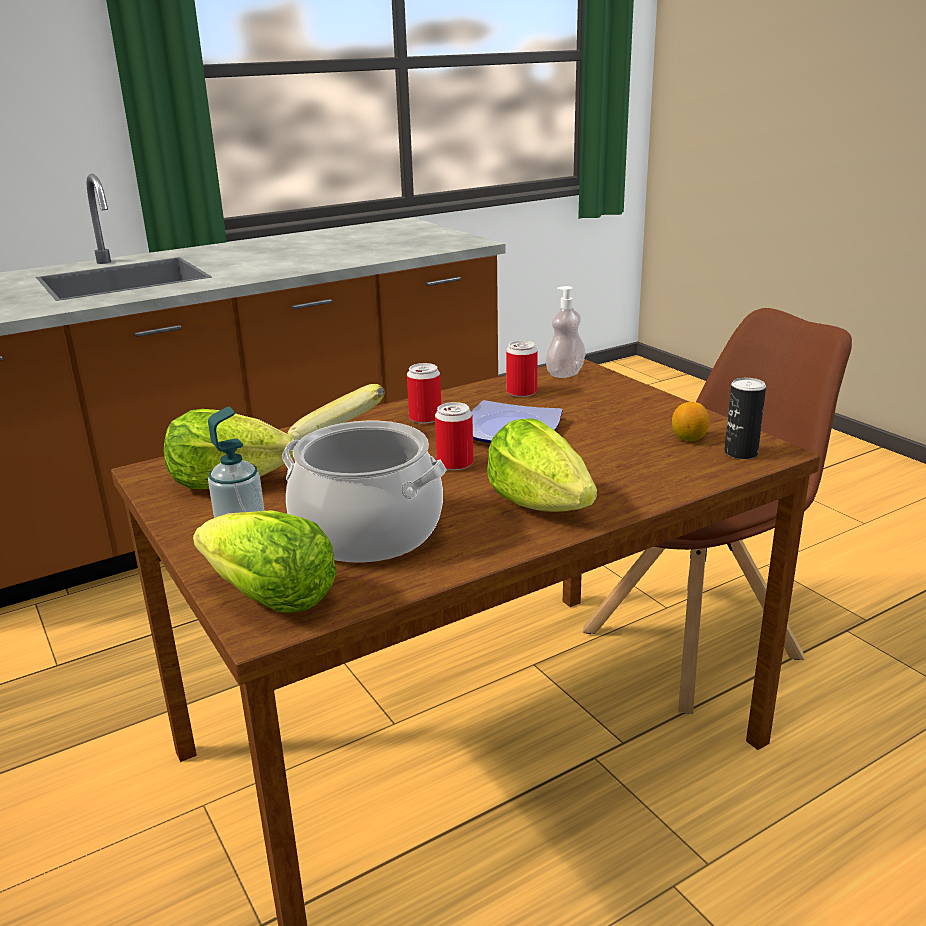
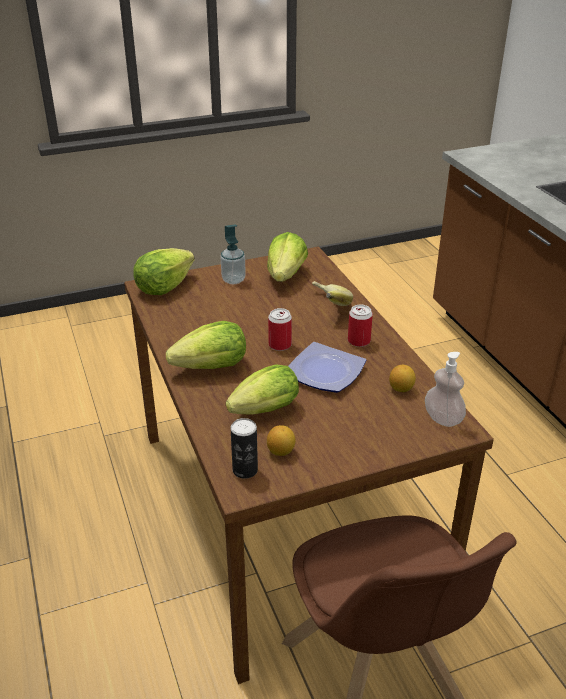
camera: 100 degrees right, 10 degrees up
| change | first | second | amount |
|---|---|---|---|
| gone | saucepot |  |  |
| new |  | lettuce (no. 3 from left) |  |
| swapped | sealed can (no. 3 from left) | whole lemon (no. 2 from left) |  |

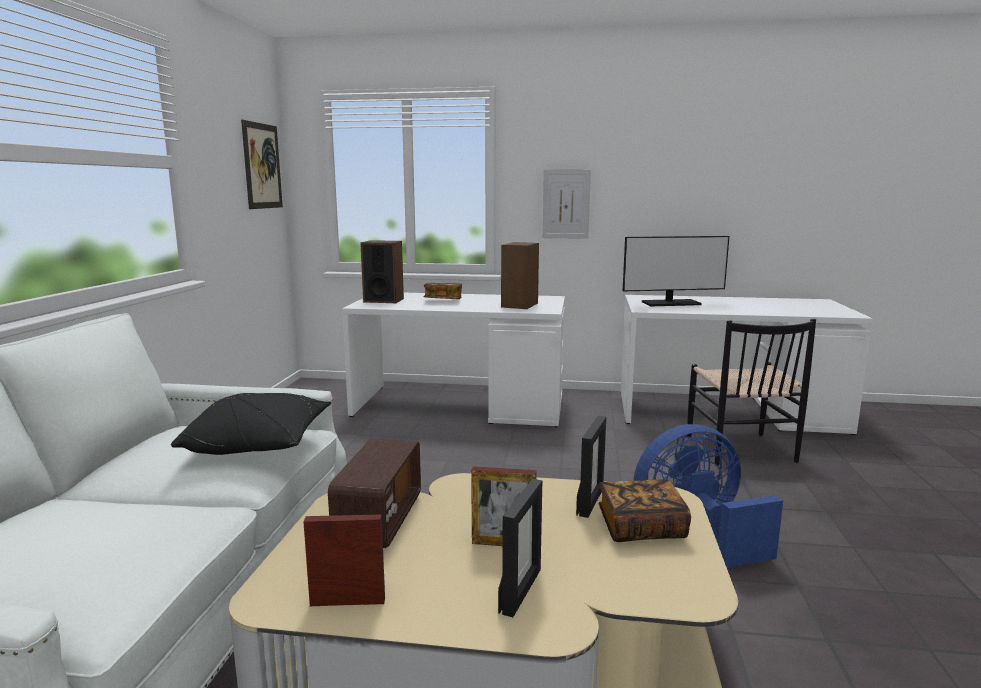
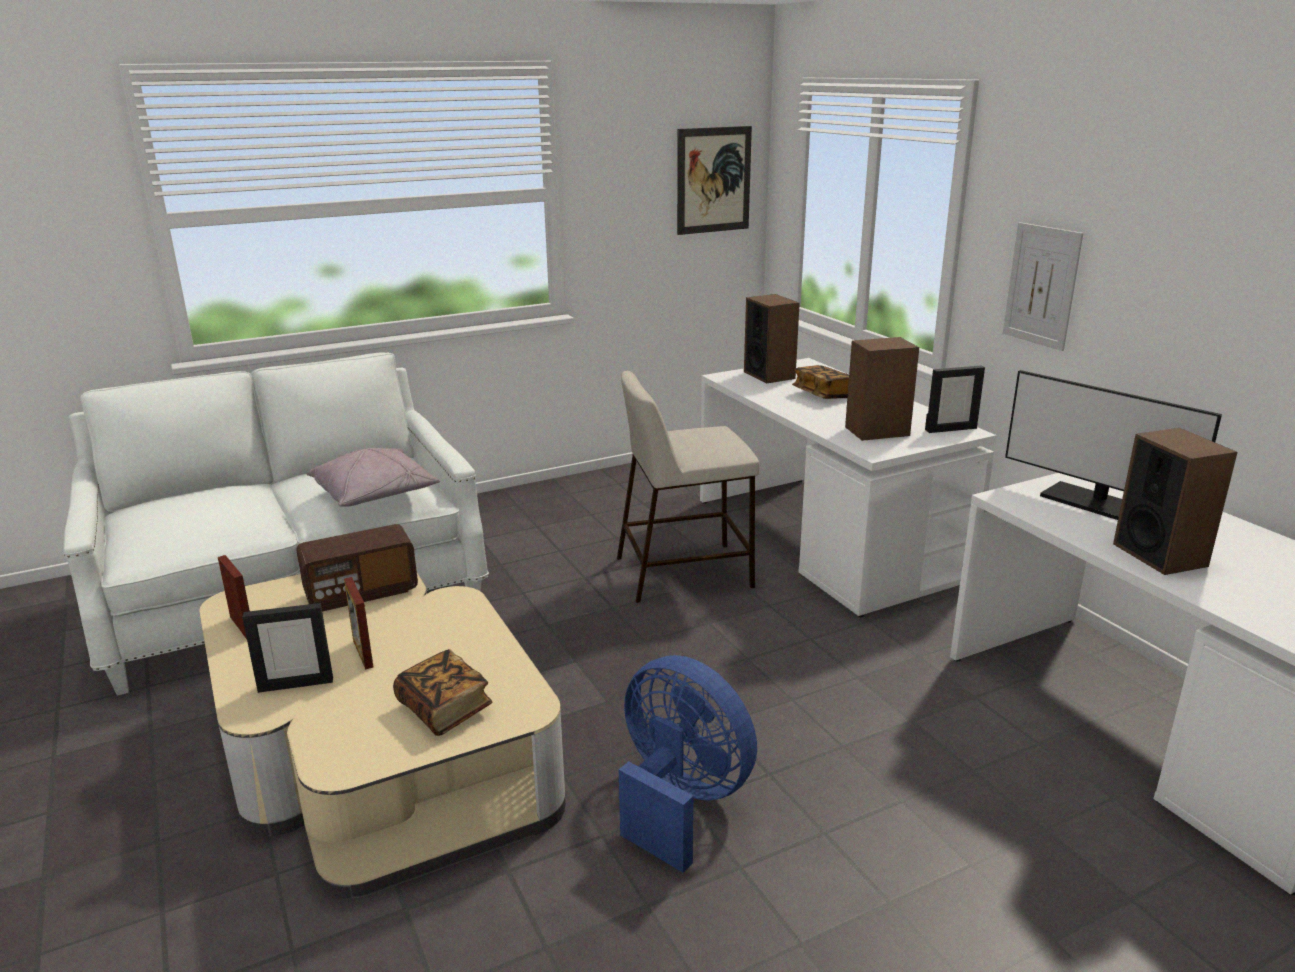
camera: 55 degrees right, 10 degrees up
| change | first | second | amount |
|---|---|---|---|
| gone | blackish upright chair |  |  |
| new |  | beige stool |  |
| new |  | speaker (no. 3 from left) |  |
| shifted | picture frame (no. 4 from left) |  |  |
| repainted | blackish cushion | purple cushion |  |

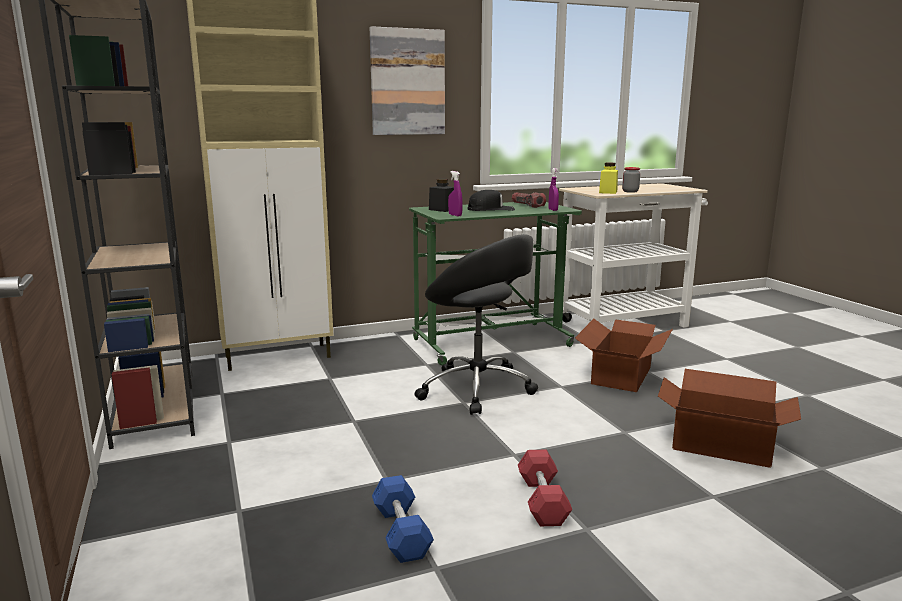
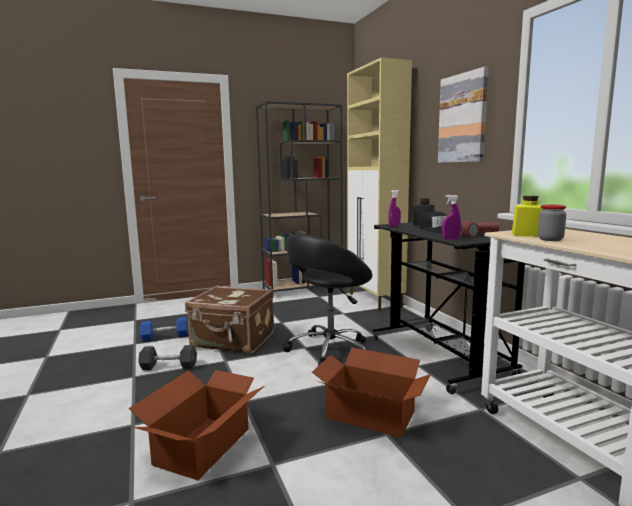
camera: 90 degrees right, 5 degrees down
| change | first | second | amount |
|---|---|---|---|
| new |  | brownish suitcase |  |
| repainted | green-coloured desk | blackish desk |  |
| repainted | reddish dumbbell | grey dumbbell |  |

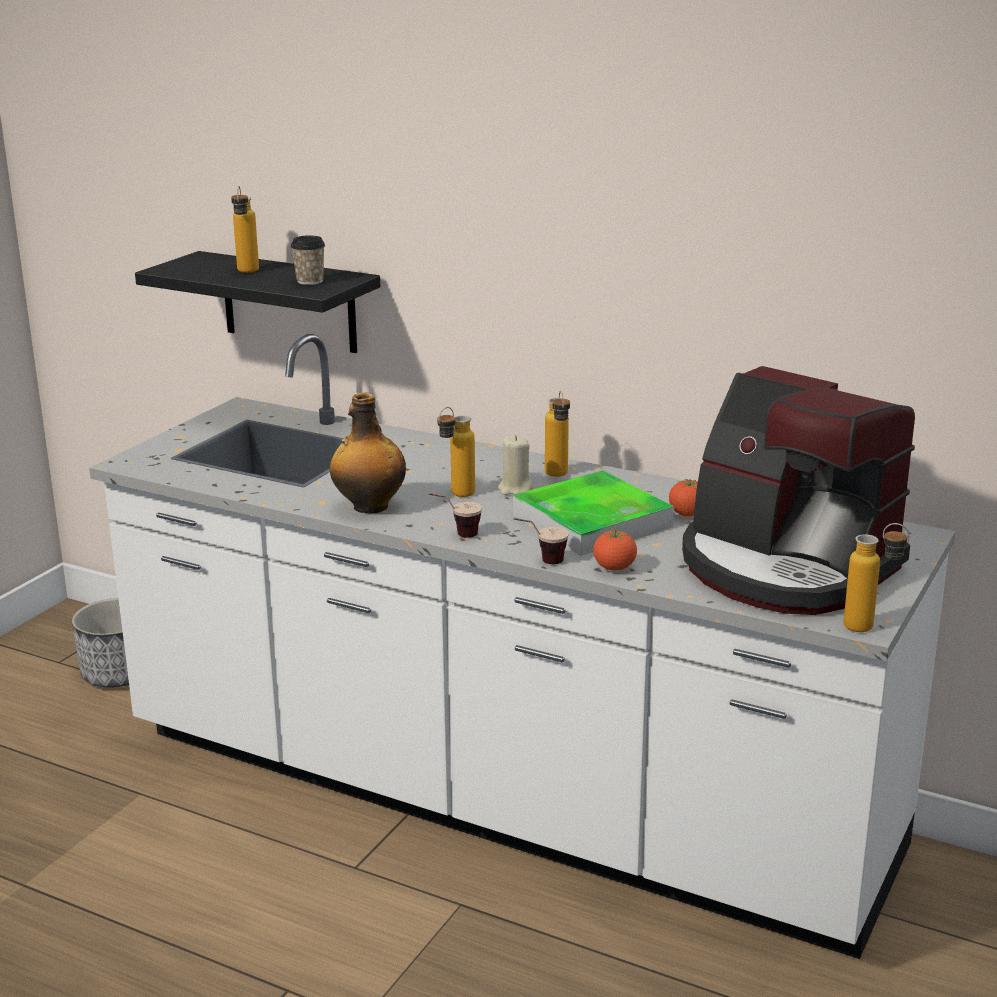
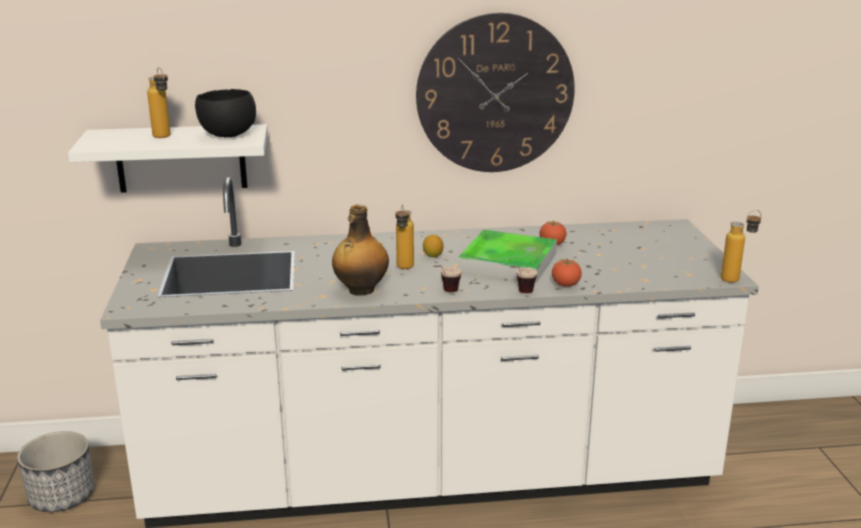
camera: 35 degrees left, 0 degrees up
| change | first | second | amount |
|---|---|---|---|
| gone | bottle (no. 4 from left) |  |  |
| gone | coffee brewer |  |  |
| new |  | wall clock |  |
| swapped | small cup (no. 1 from left) | blackish serving bowl |  |
| swapped | beige wax light | whole lemon |  |
| repainted | blackish shelf | white shelf |  |

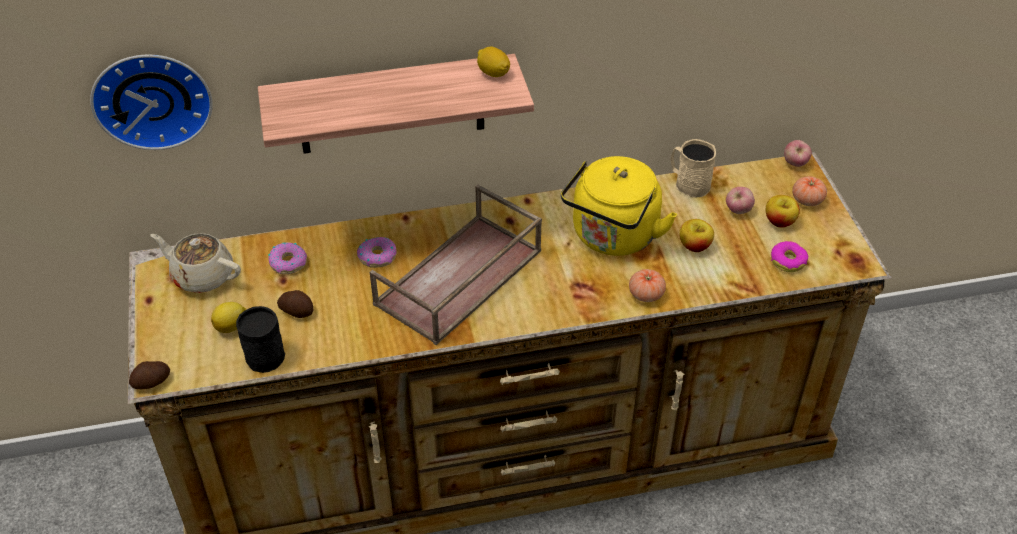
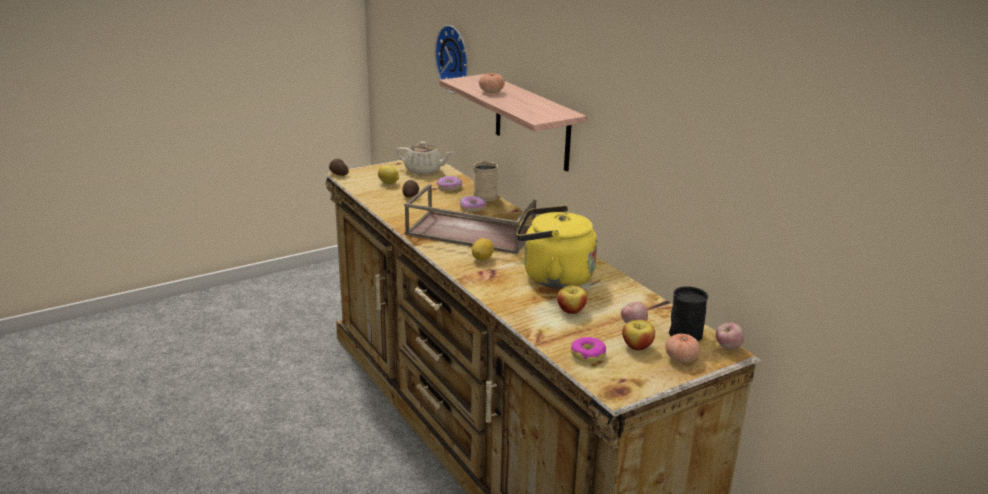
camera: 70 degrees right, 20 degrees down
| change | first | second | amount |
|---|---|---|---|
| shifted | blackish coffee mug |  |  |
| shifted | whole lemon (no. 2 from left) |  |  |
| shifted | fresh tomato (no. 1 from left) |  |  |
| shifted | beige coffee mug |  |  |
| rotated | beige tea pot |  | 105 degrees clockwise |

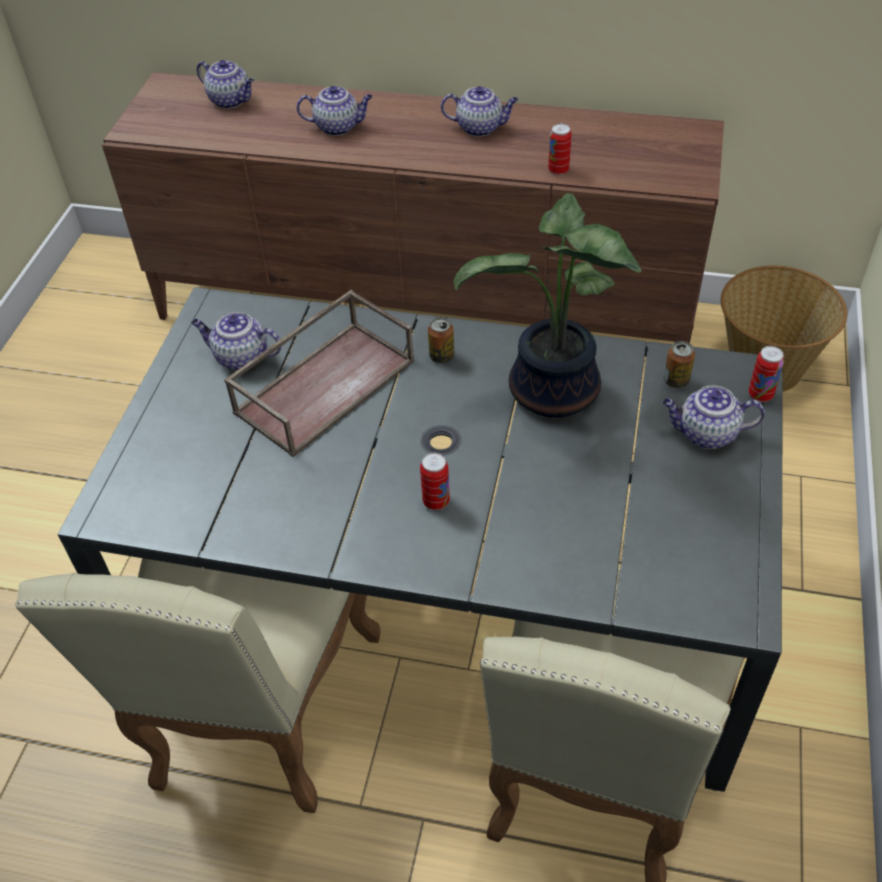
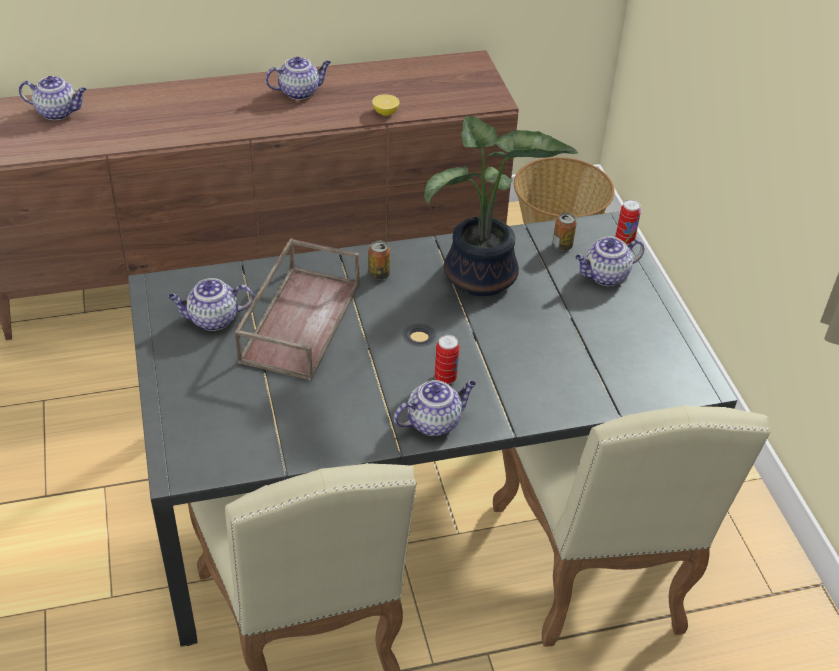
camera: 30 degrees left, 5 degrees down
| change | first | second | amount |
|---|---|---|---|
| shifted | tea pot (no. 3 from left in the first image) | tea pot (no. 4 from left) |  |
| swapped | sealed can (no. 3 from left) | whole lemon |  |

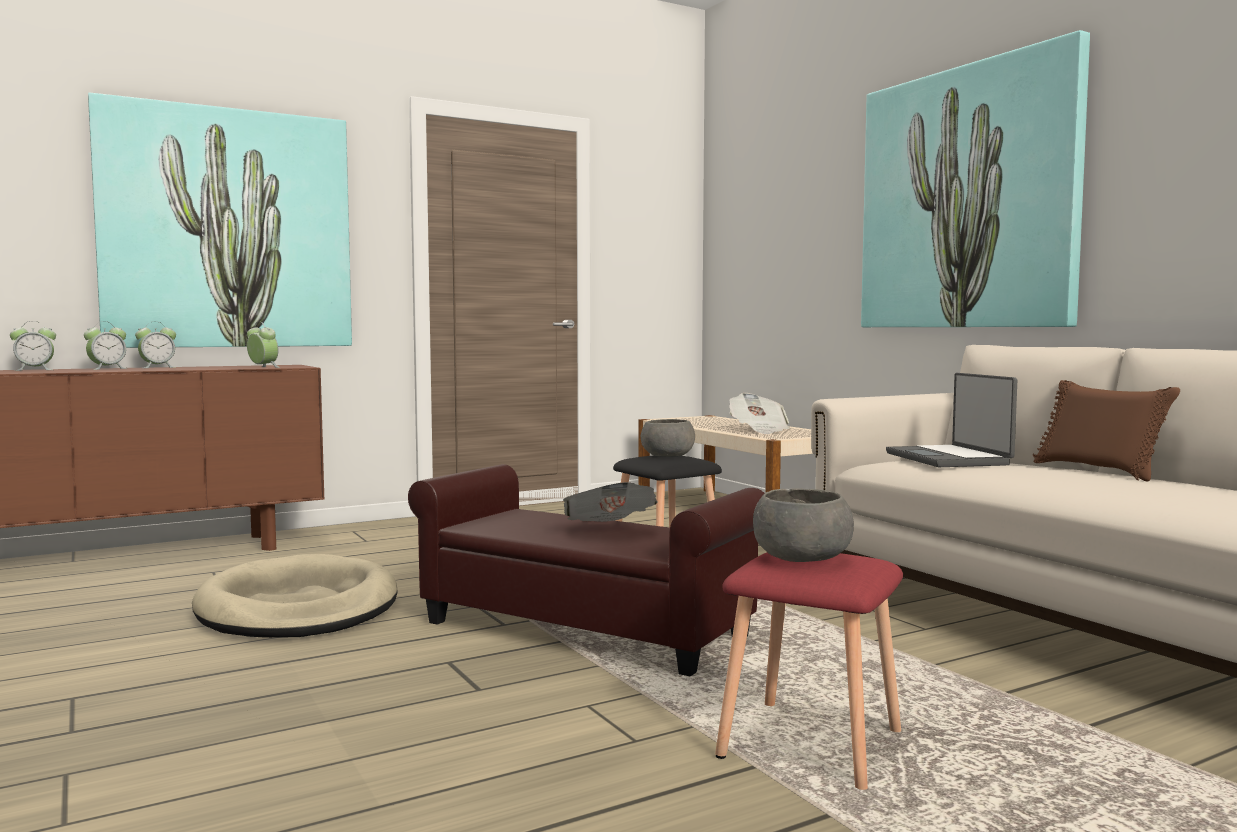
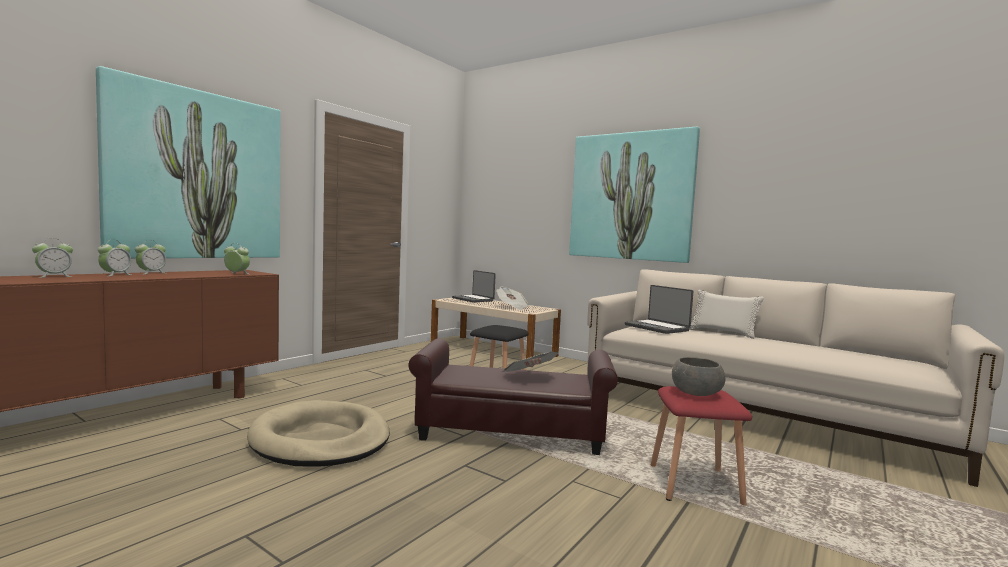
camera: 25 degrees left, 0 degrees up
| change | first | second | amount |
|---|---|---|---|
| gone | grey serving bowl (no. 1 from left) |  |  |
| new |  | laptop (no. 1 from left) |  |
| repainted | brownish cushion | white cushion |  |

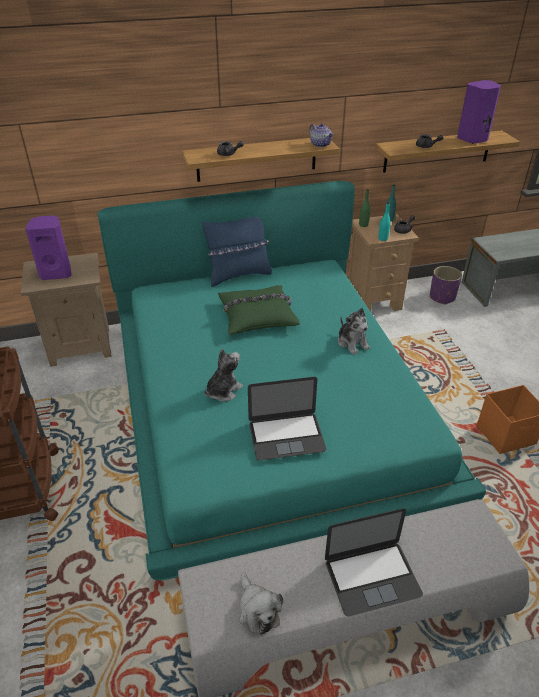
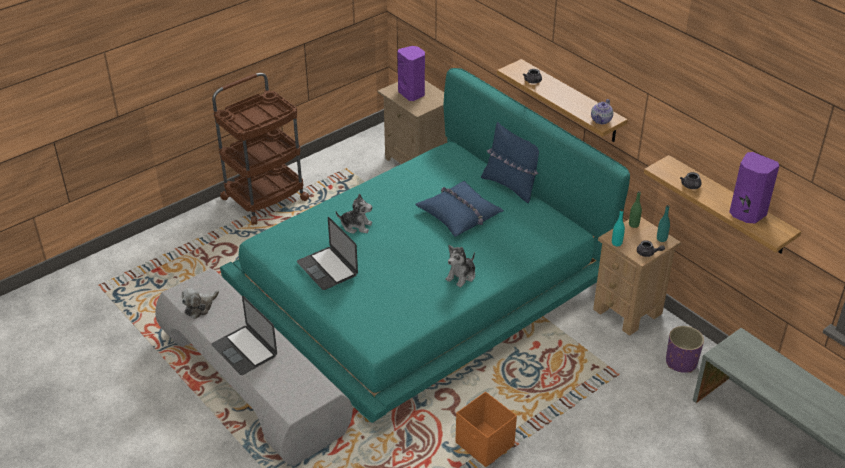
camera: 65 degrees right, 0 degrees up
| change | first | second | amount |
|---|---|---|---|
| repainted | green-coloured cushion | blue cushion (no. 1 from left) |  |

